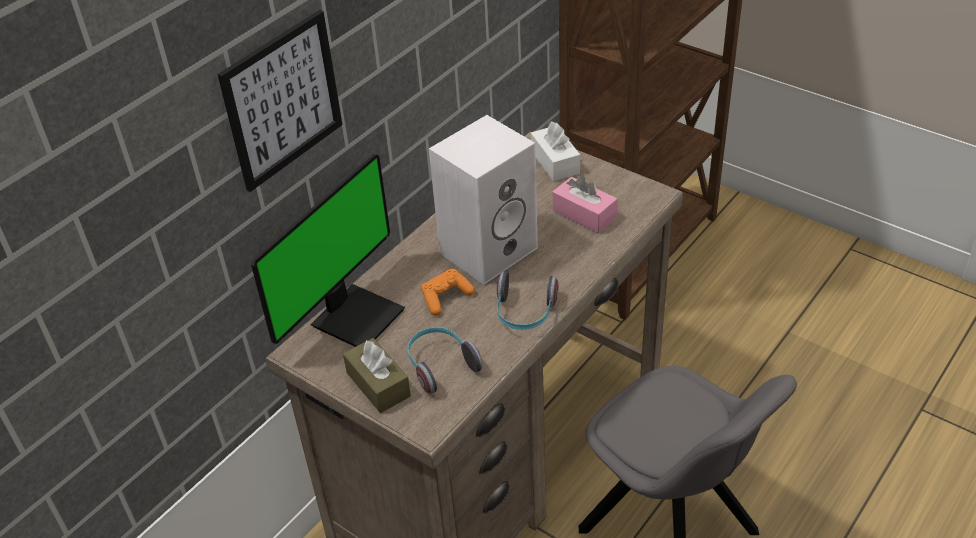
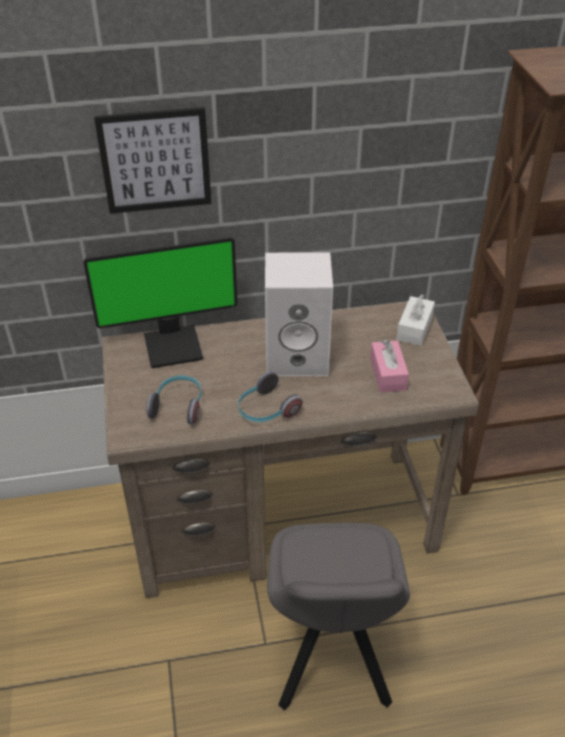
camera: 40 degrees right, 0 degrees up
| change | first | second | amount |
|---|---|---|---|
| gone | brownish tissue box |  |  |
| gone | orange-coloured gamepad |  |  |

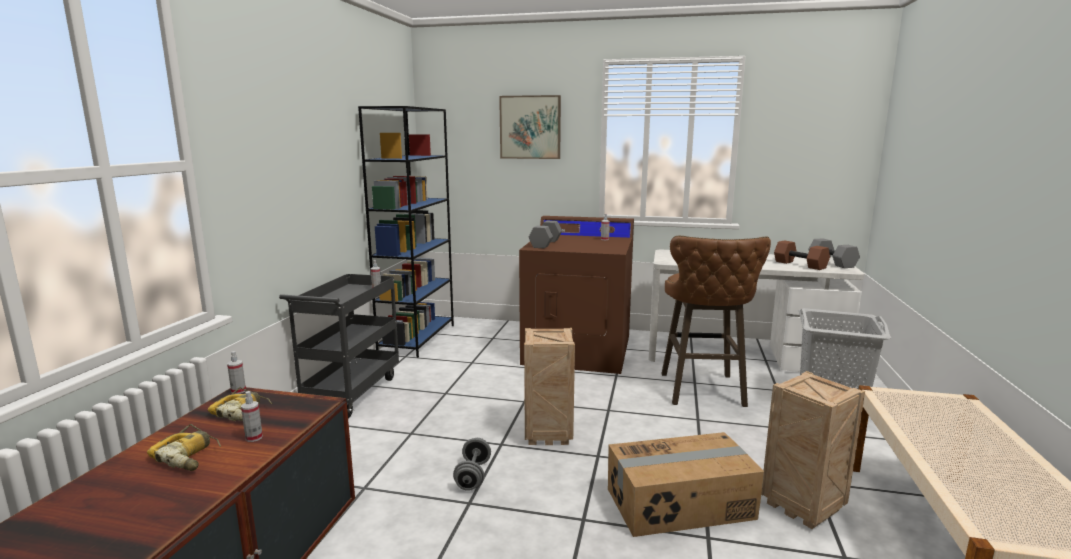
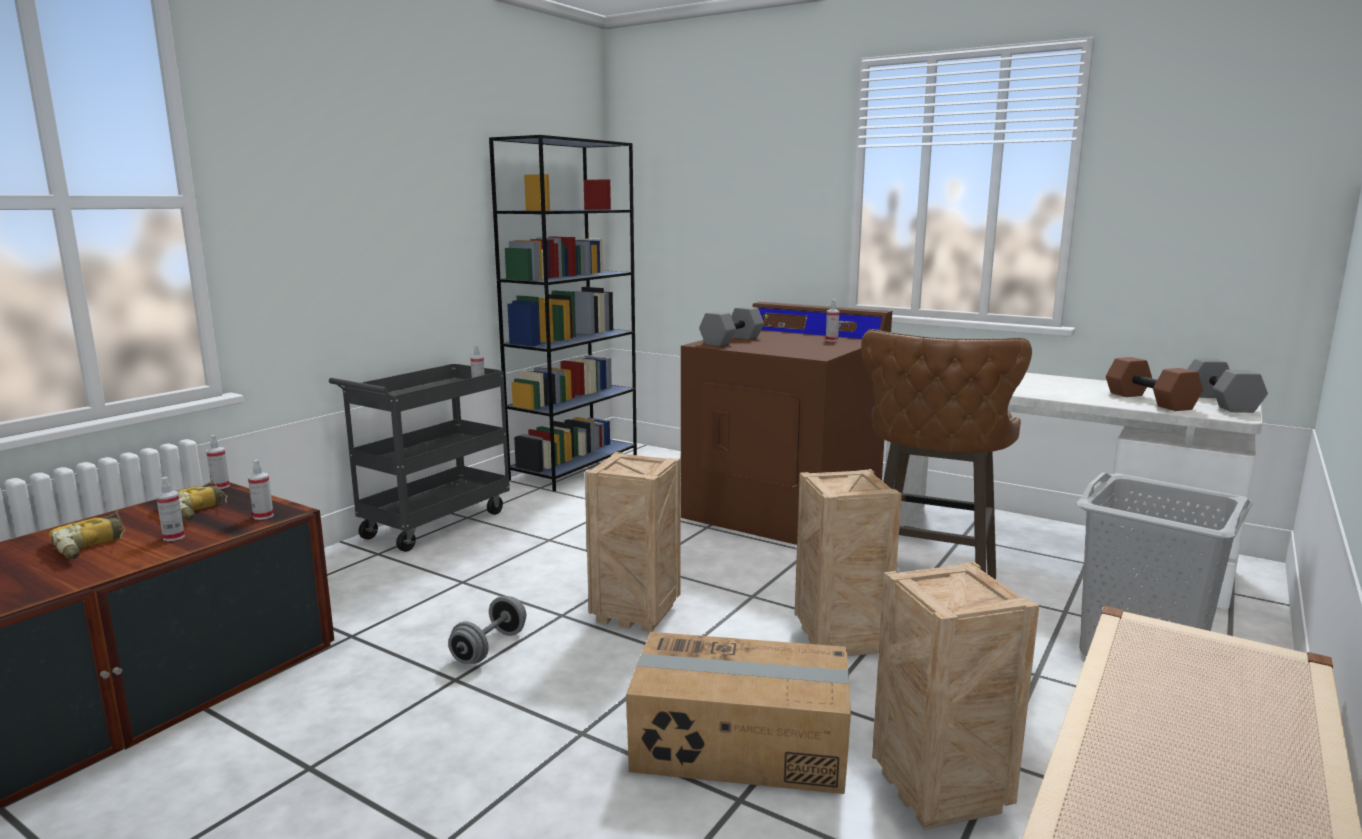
camera: 20 degrees right, 0 degrees up
| change | first | second | amount |
|---|---|---|---|
| gone | wall picture |  |  |
| new |  | hand sprayer (no. 3 from left) |  |
| new |  | packing crate (no. 2 from left) |  |

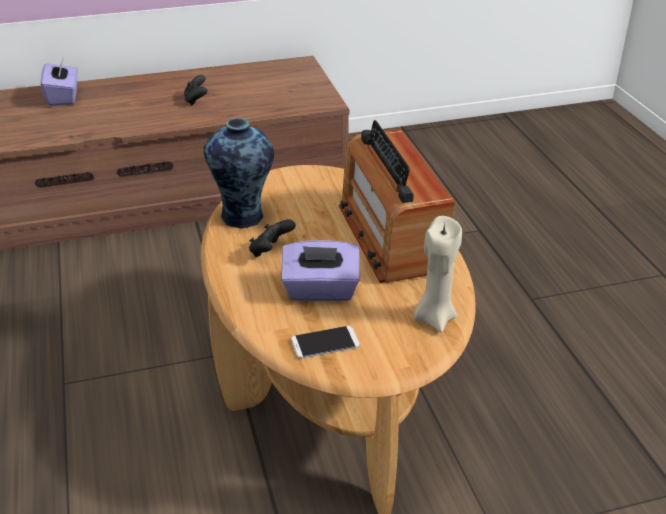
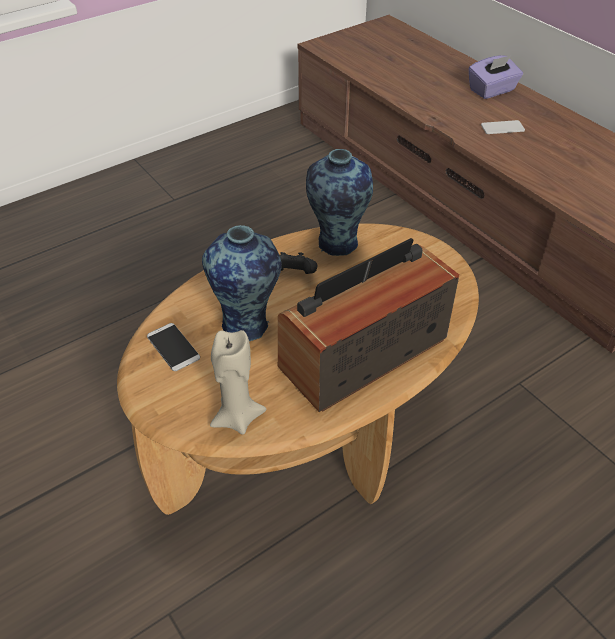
camera: 70 degrees right, 10 degrees up
| change | first | second | amount |
|---|---|---|---|
| gone | blackish gamepad (no. 1 from left) |  |  |
| new |  | handset (no. 2 from left) |  |
| swapped | purple tissue box (no. 2 from left) | flower vase (no. 1 from left) |  |

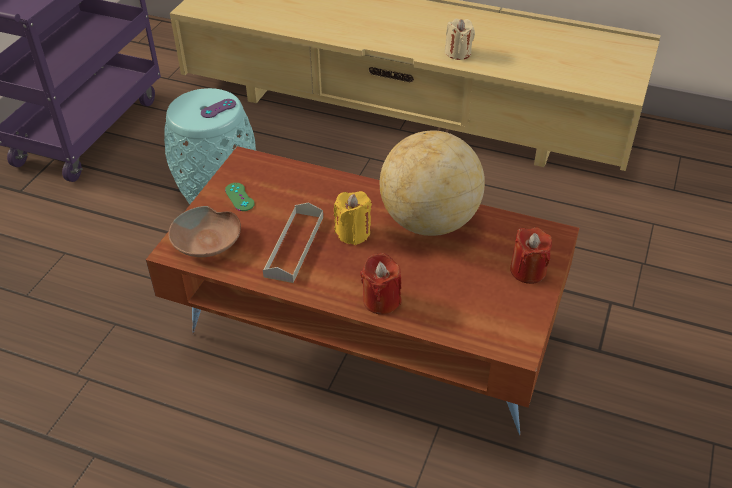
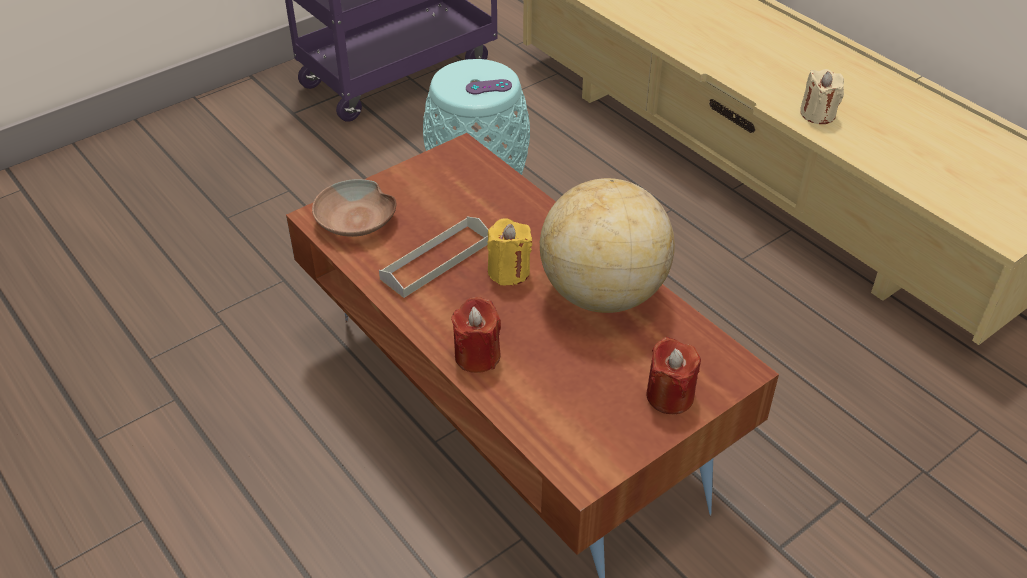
camera: 30 degrees right, 0 degrees up
| change | first | second | amount |
|---|---|---|---|
| gone | green-coloured gamepad |  |  |

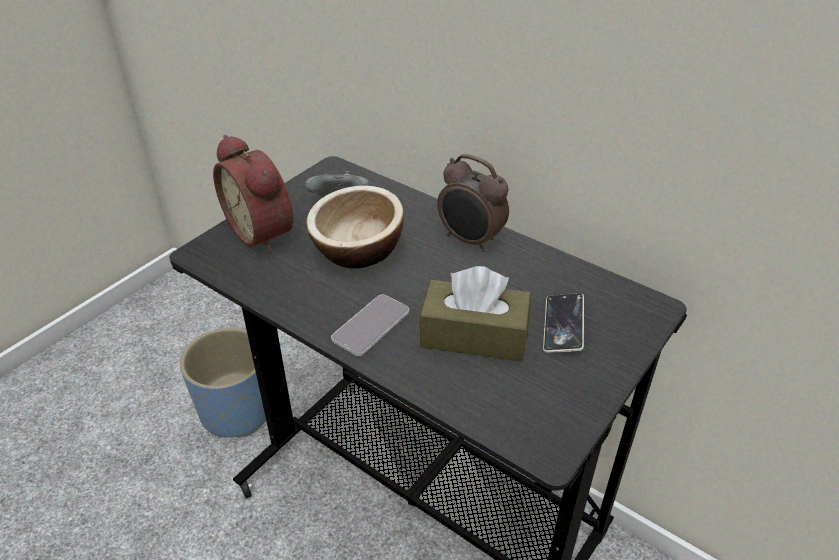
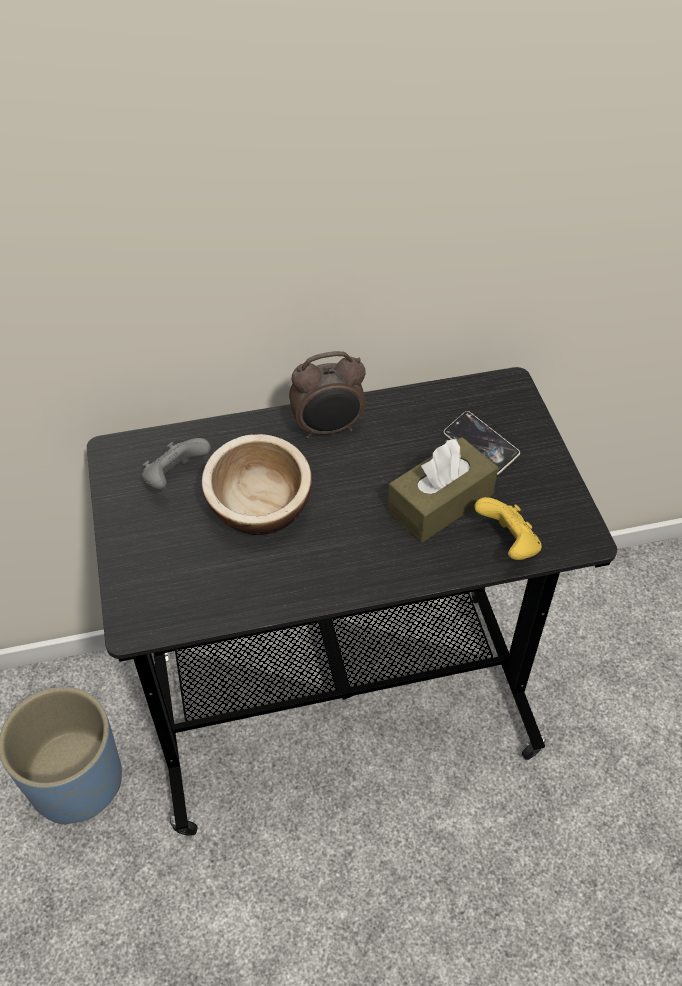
camera: 50 degrees left, 10 degrees up
| change | first | second | amount |
|---|---|---|---|
| gone | table clock (no. 1 from left) |  |  |
| gone | handset (no. 1 from left) |  |  |
| new |  | yellowish gamepad |  |

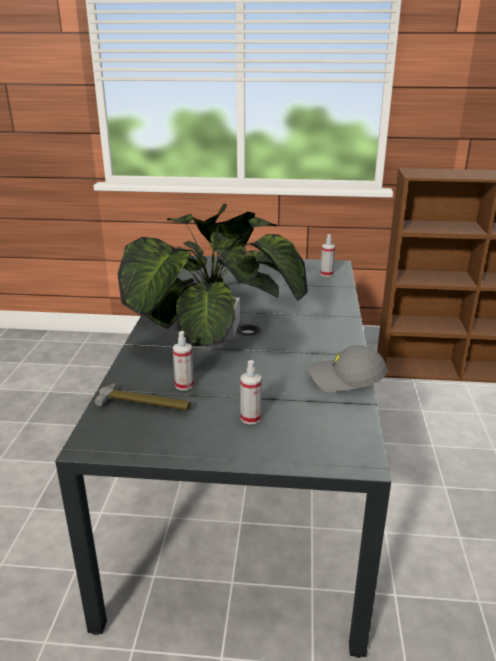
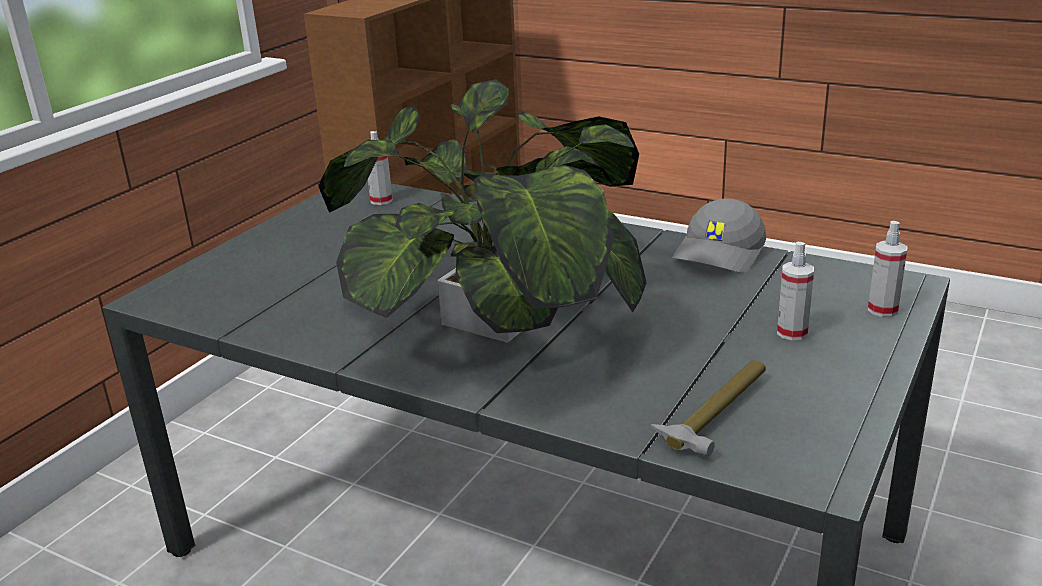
camera: 65 degrees left, 0 degrees up
| change | first | second | amount |
|---|---|---|---|
| shifted | hand sprayer (no. 1 from left in the first image) | hand sprayer (no. 3 from left) |  |

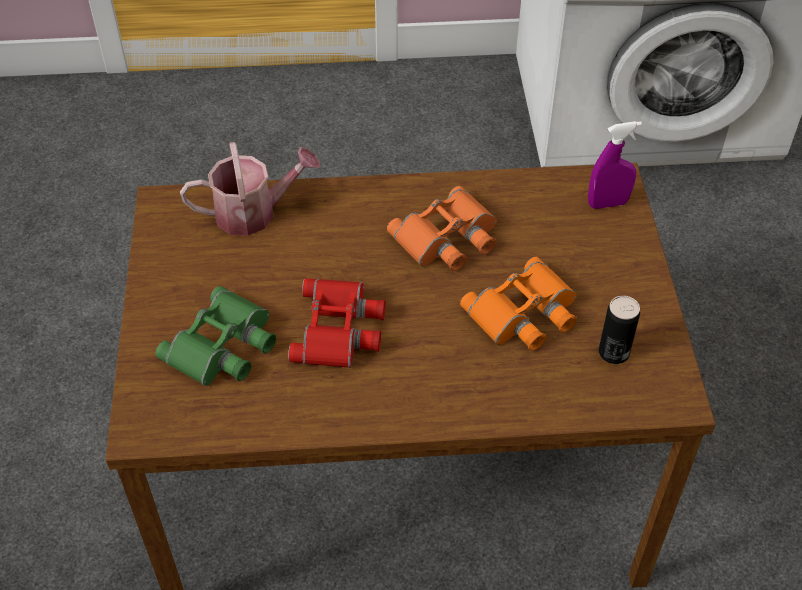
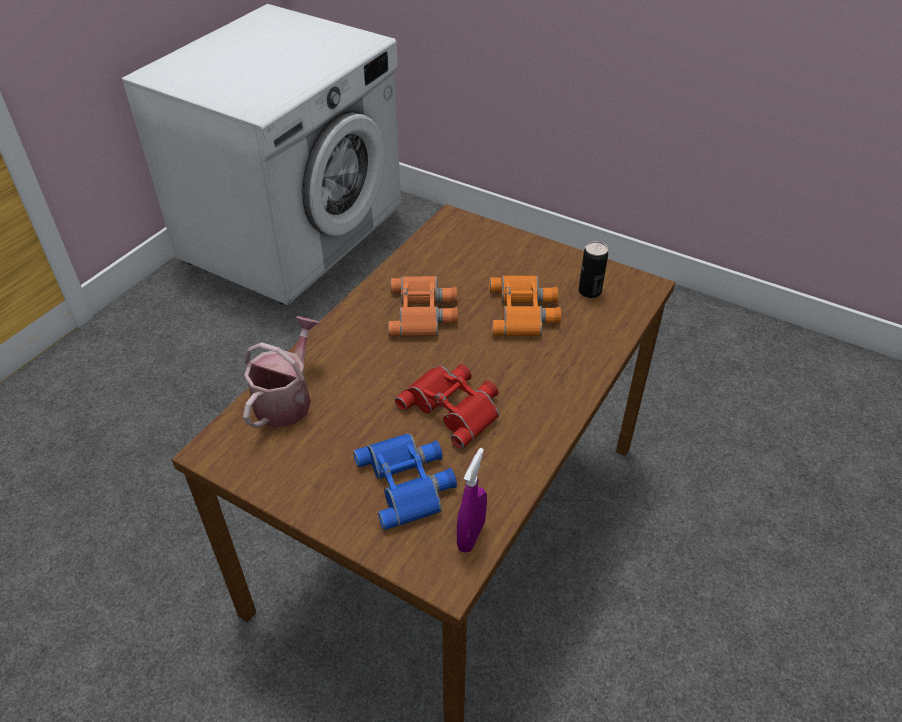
camera: 55 degrees left, 5 degrees down
| change | first | second | amount |
|---|---|---|---|
| shifted | purple hand sprayer |  |  |
| repainted | green-coloured pair of binoculars | blue pair of binoculars |  |

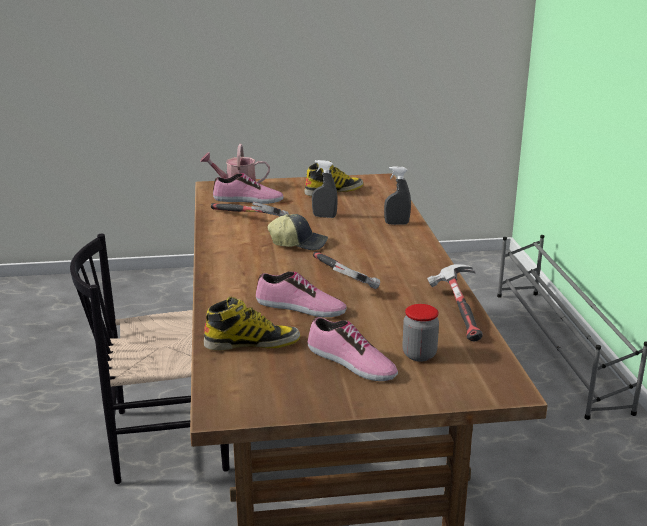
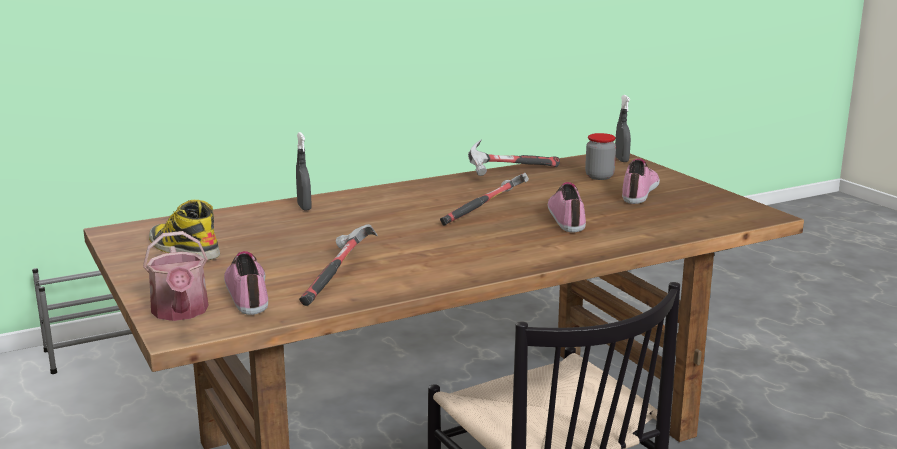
camera: 110 degrees left, 5 degrees down
| change | first | second | amount |
|---|---|---|---|
| gone | boot (no. 1 from left) |  |  |
| gone | cap |  |  |
| shifted | grey hand sprayer (no. 1 from left in the first image) | grey hand sprayer (no. 2 from left) |  |

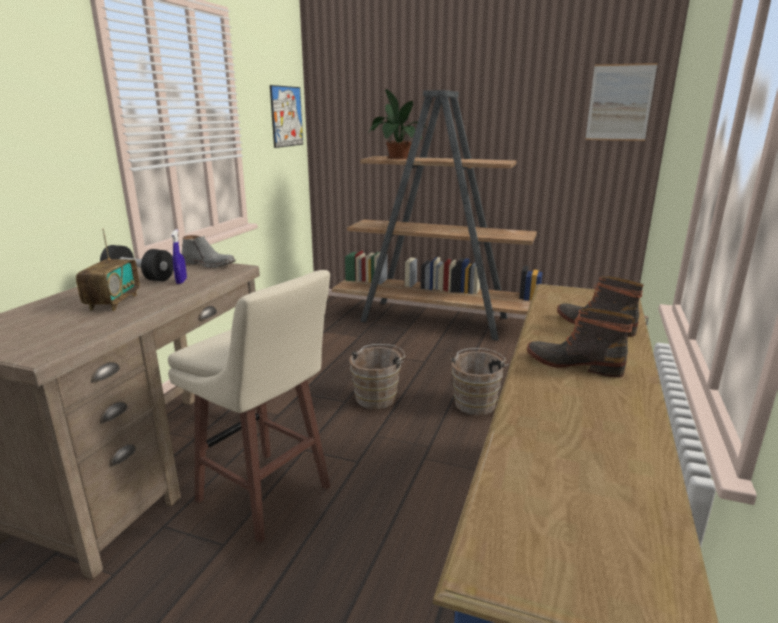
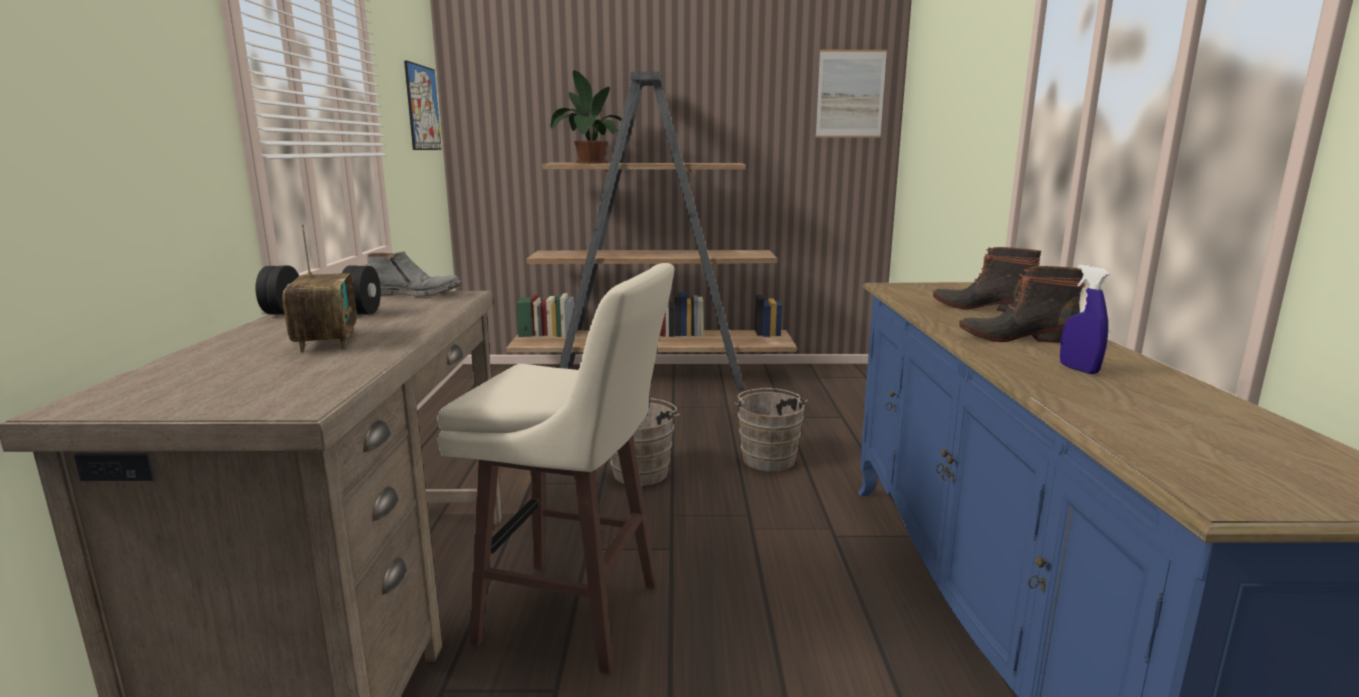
camera: 20 degrees left, 5 degrees down
| change | first | second | amount |
|---|---|---|---|
| shifted | blue hand sprayer |  |  |

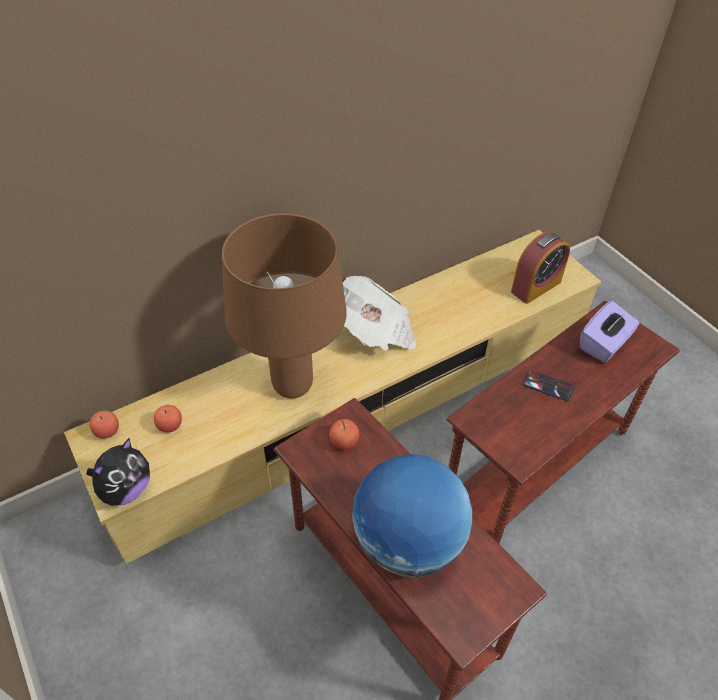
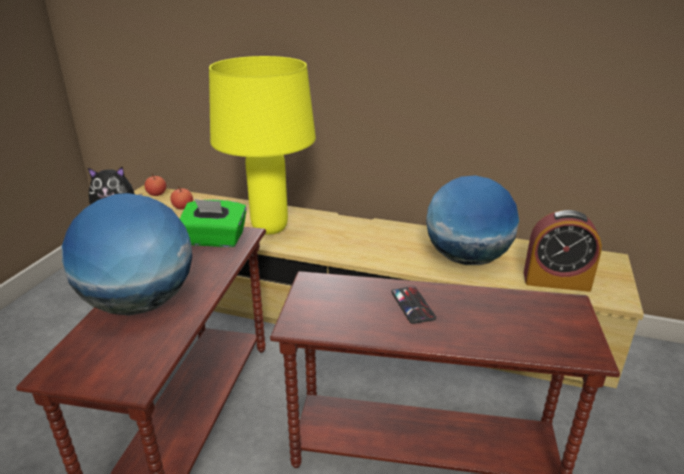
camera: 50 degrees right, 20 degrees down
| change | first | second | amount |
|---|---|---|---|
| gone | newspaper |  |  |
| gone | purple tissue box |  |  |
| new |  | world globe (no. 2 from left) |  |
| swapped | apple (no. 3 from left) | green-coloured tissue box |  |
| repainted | brownish table lamp | yellowish table lamp |  |

